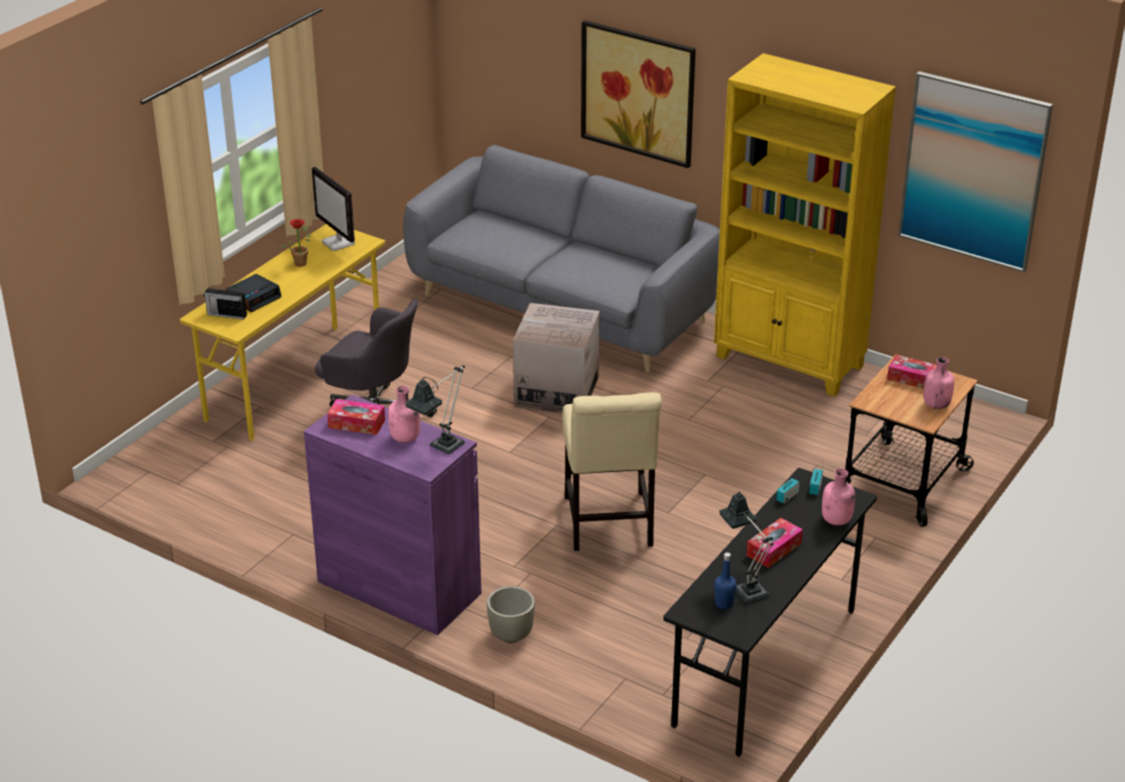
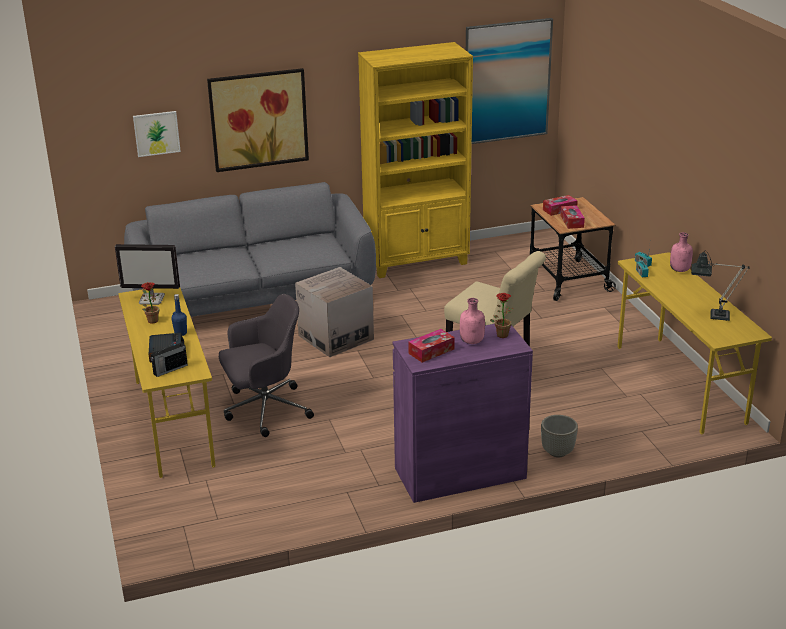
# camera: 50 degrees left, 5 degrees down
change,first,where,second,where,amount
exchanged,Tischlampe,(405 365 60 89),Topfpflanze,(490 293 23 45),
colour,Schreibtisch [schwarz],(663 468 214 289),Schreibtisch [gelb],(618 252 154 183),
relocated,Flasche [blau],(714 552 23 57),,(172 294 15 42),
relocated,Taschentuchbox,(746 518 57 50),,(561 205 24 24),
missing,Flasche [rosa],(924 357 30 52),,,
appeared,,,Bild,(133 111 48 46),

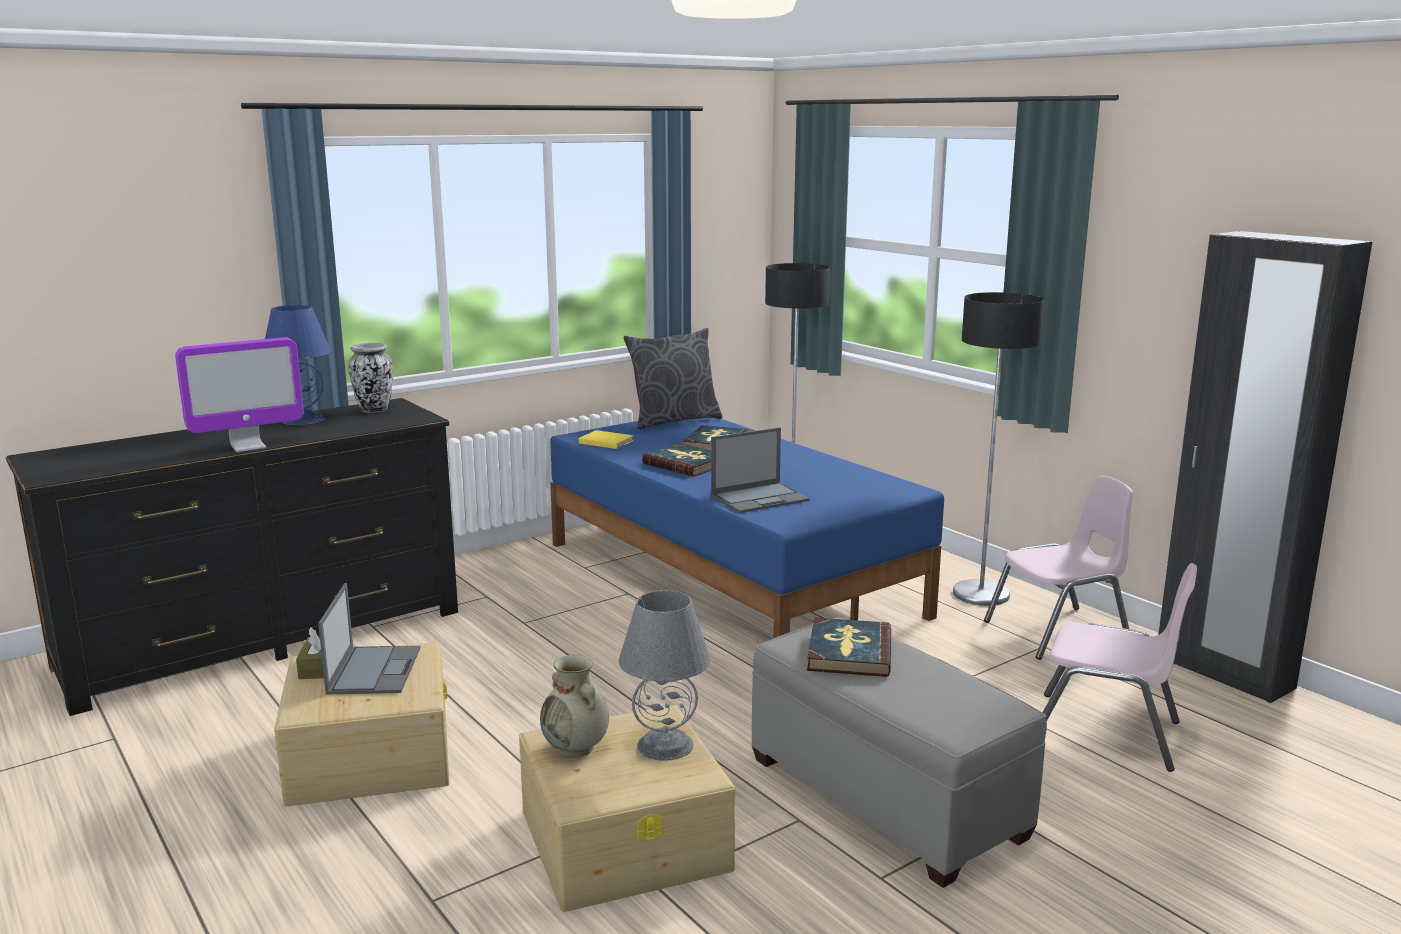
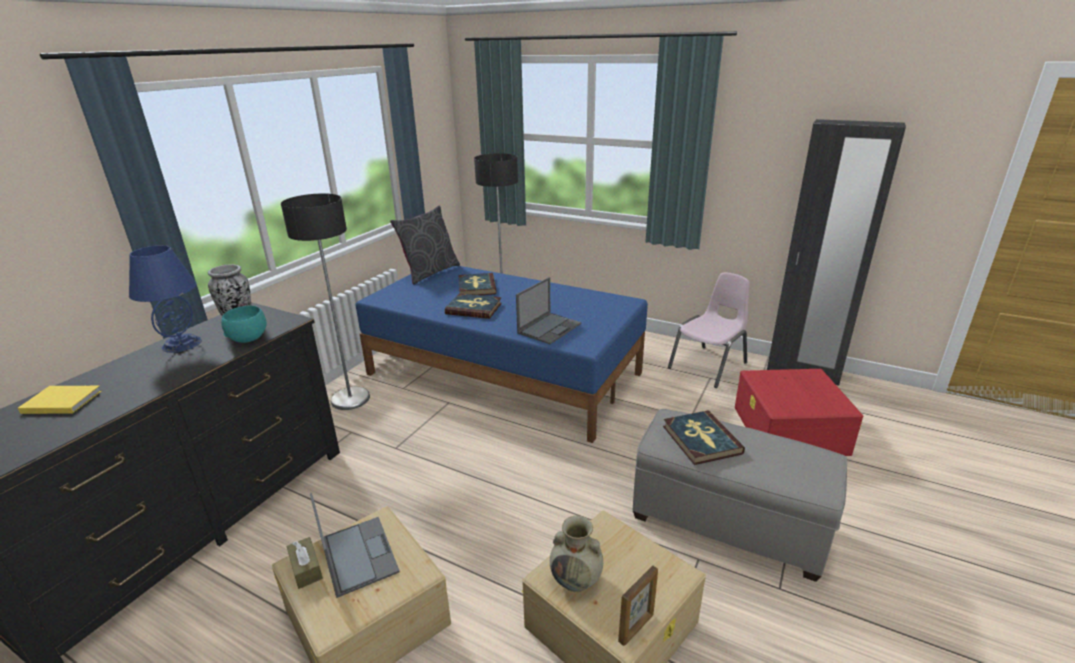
# camera: 25 degrees left, 10 degrees up
change,first,where,second,where,amount
missing,Monitor,(175 337 129 115),,,
relocated,Buch [gelb],(579 430 55 19),,(18 386 83 28),
missing,Tischlampe [grau],(619 590 92 171),,,
relocated,Stehlampe,(953 292 91 314),,(281 193 89 217),
exchanged,Stuhl [rosa],(1043 563 154 209),Aufbewahrungsbox [rot],(735 369 128 87),
appeared,,,Schüssel [türkis],(221 306 45 37),
appeared,,,Bilderrahmen,(618 566 40 80),

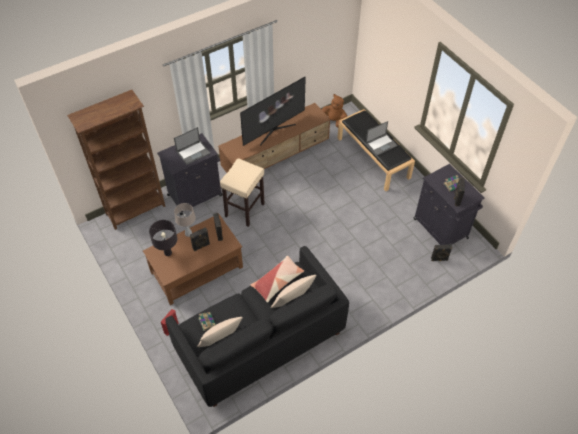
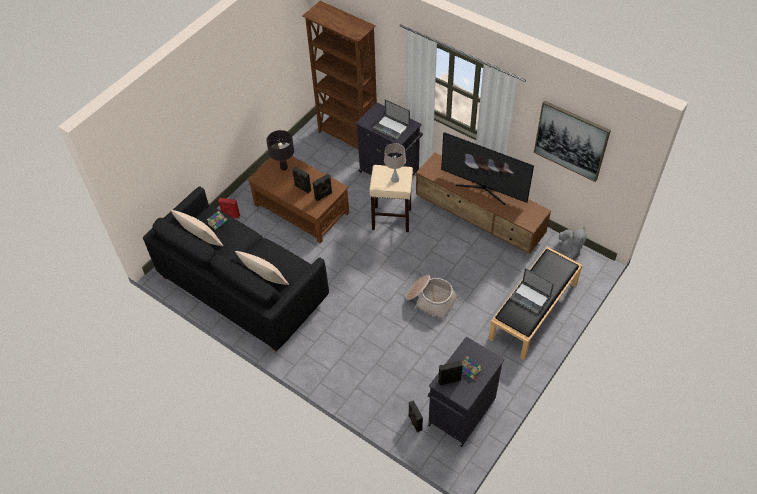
# camera: 70 degrees right, 0 degrees up
change,first,where,second,where,amount
relocated,Tischlampe [beige],(174 203 22 34),,(384 143 22 40),
missing,Kissen,(251 256 53 47),,,
colour,Plüschtier [braun],(322 94 25 33),Plüschtier [grau],(559 227 28 33),
appeared,,,Korb,(406 275 53 47),
appeared,,,Bild,(534 100 77 82),

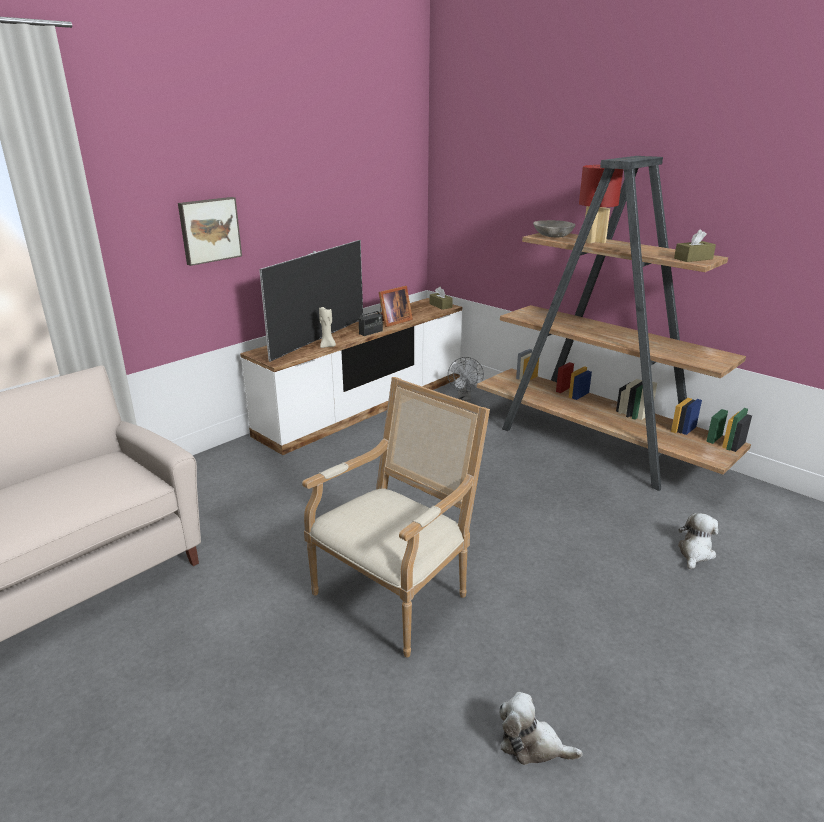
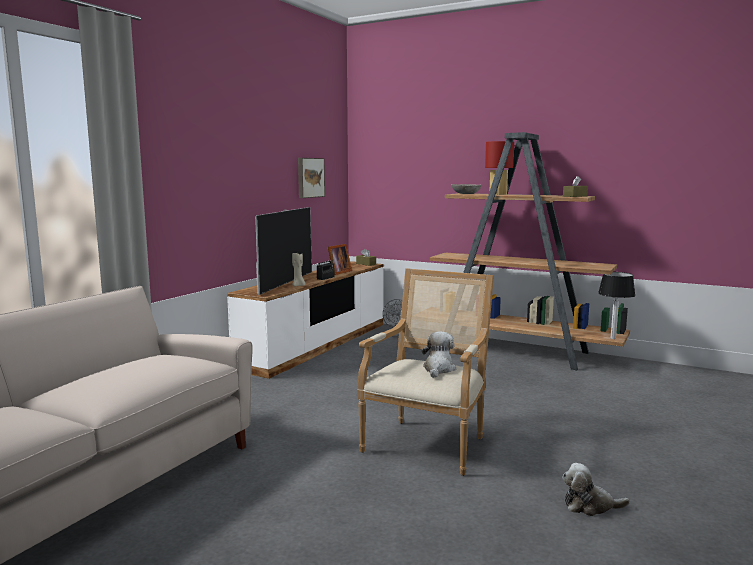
# camera: 15 degrees left, 15 degrees down
change,first,where,second,where,amount
relocated,Bild,(178 197 64 69),,(298 158 27 40),
relocated,Plüschtier,(678 513 40 56),,(422 331 34 47),
appeared,,,Tischlampe,(598 272 37 67),

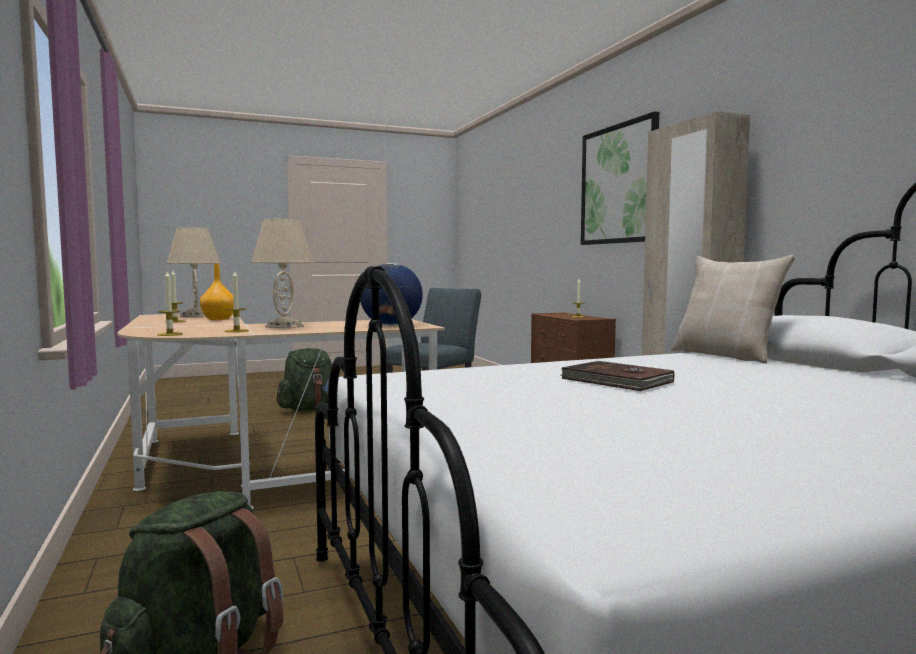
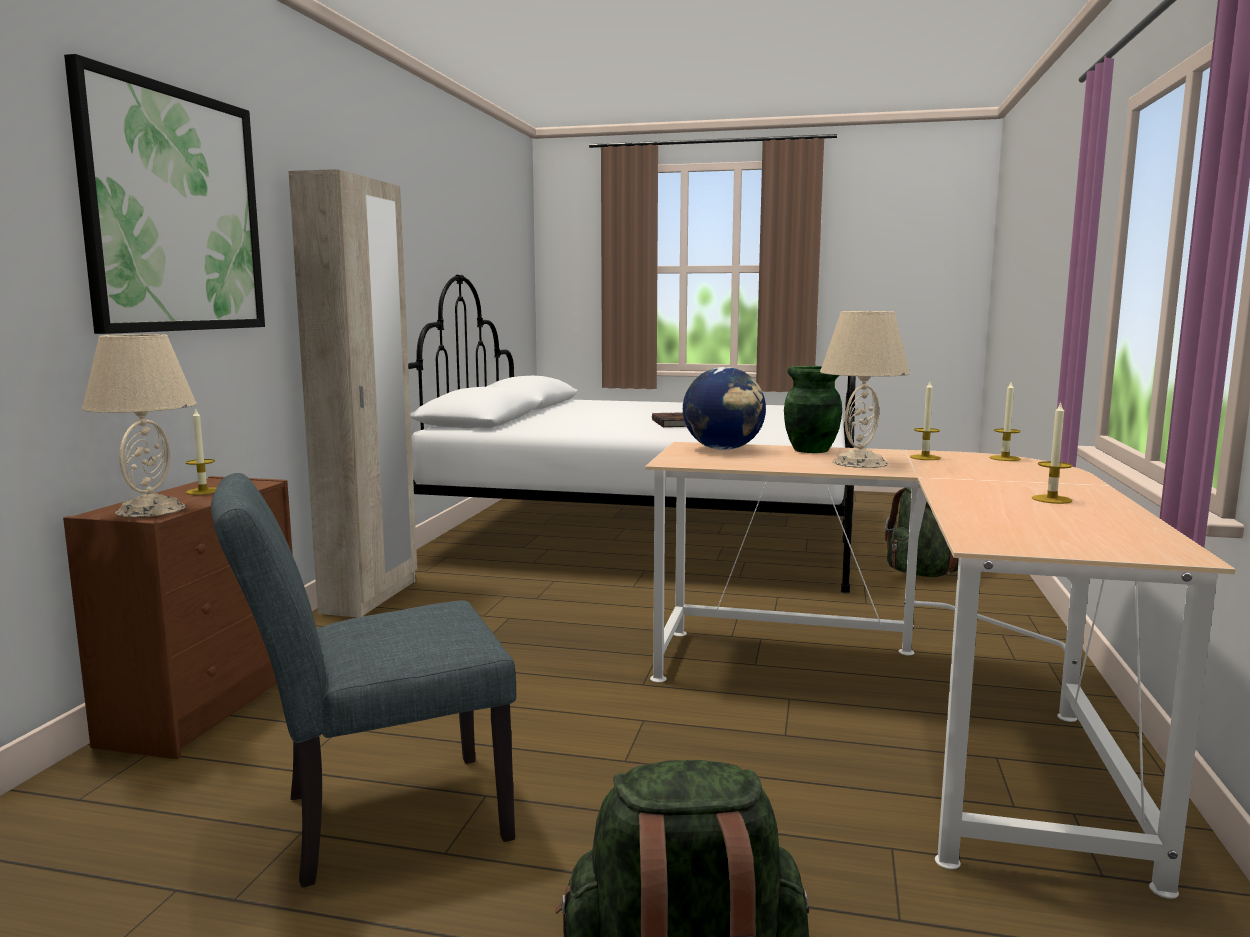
# camera: 145 degrees left, 5 degrees up
change,first,where,second,where,amount
relocated,Tischlampe [beige],(167 227 54 90),,(82 334 115 183),
missing,Vase [orange],(200 264 34 56),,,
missing,Kissen [beige],(671 255 124 109),,,
appeared,,,Vase [grün],(784 366 58 87),

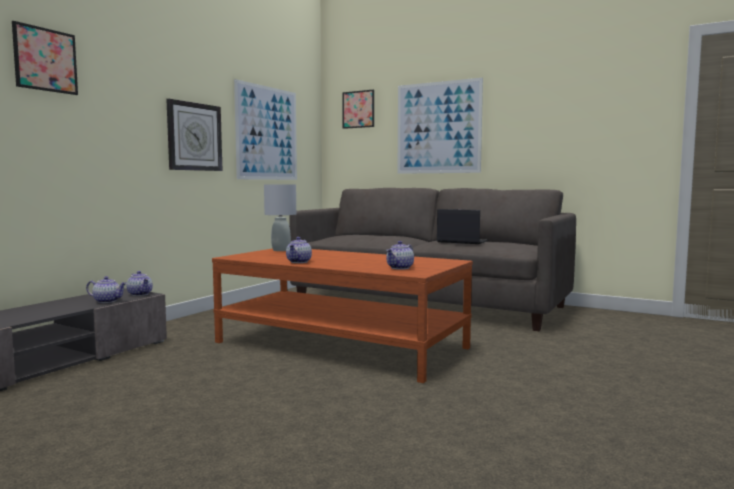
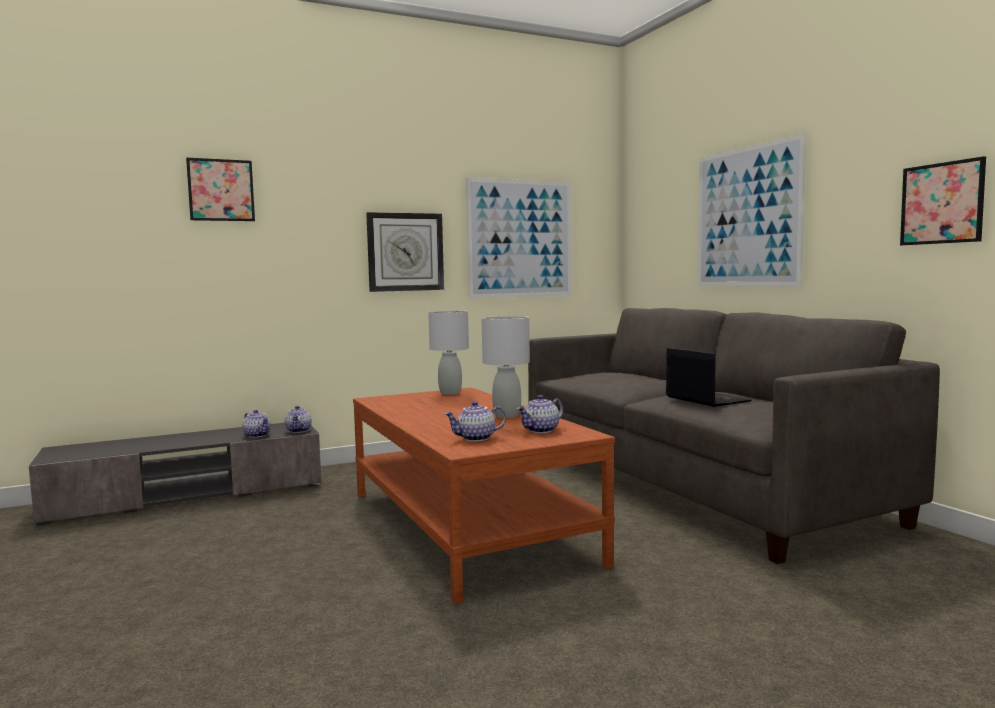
# camera: 35 degrees right, 0 degrees up
change,first,where,second,where,amount
relocated,Teekanne,(286 237 26 26),,(517 395 46 38),
relocated,Bild,(342 90 32 39),,(900 156 86 89),
appeared,,,Tischlampe [grau],(481 316 49 102),

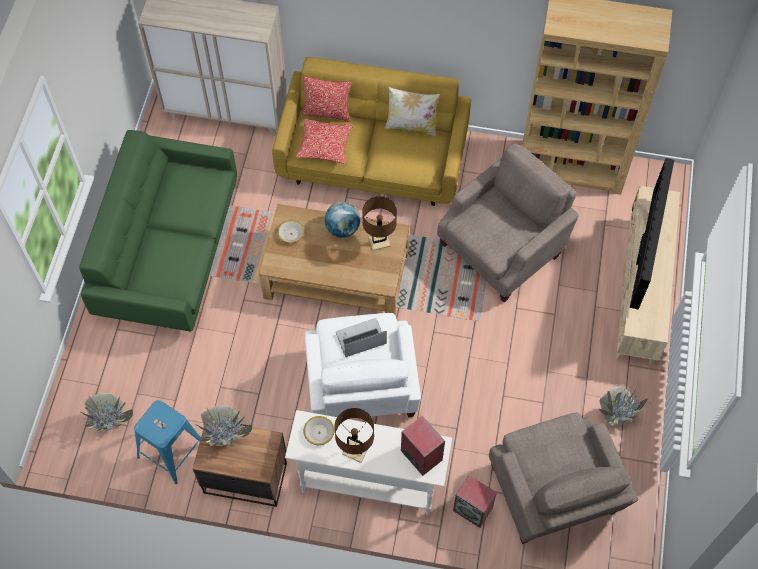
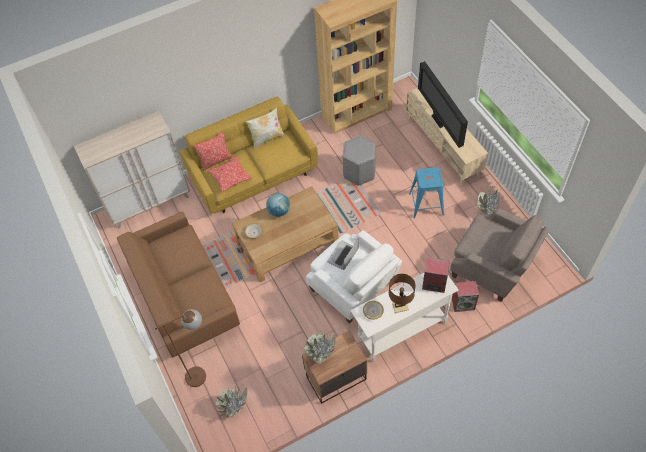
# camera: 35 degrees left, 5 degrees down
change,first,where,second,where,amount
colour,Sofa [grün],(79 130 158 202),Sofa [braun],(117 211 123 146),
relocated,Hocker [blau],(134 400 67 84),,(409 167 35 51),
missing,Tischlampe [braun],(362 196 35 55),,,
exchanged,Sessel [beige],(437 143 142 160),Hocker [grau],(343 136 33 50),
appeared,,,Stehlampe [braun],(155 309 51 78),

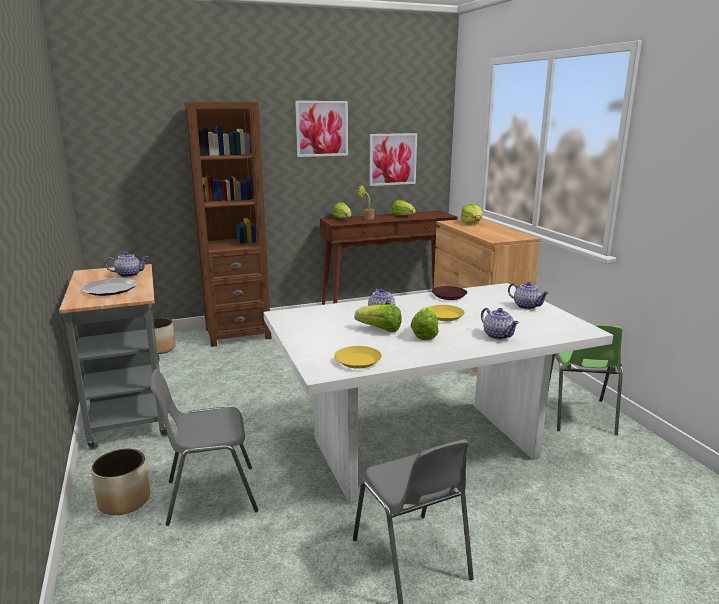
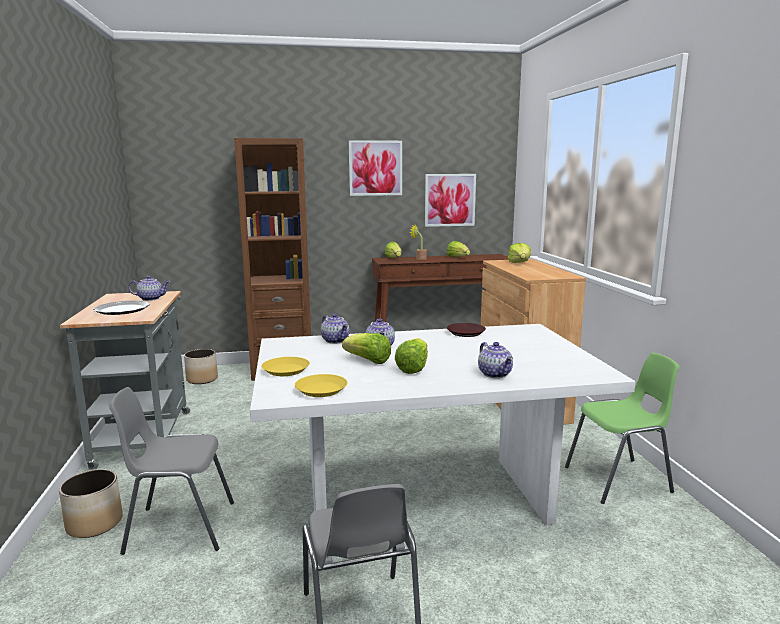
# camera: 10 degrees right, 5 degrees down
change,first,where,second,where,amount
relocated,Teller [gelb],(429 305 36 16),,(261 357 49 19),
relocated,Teekanne,(508 282 41 27),,(321 314 28 30),
spun,Stuhl [grün],(549 324 74 111),,(565 353 114 151),120 degrees counterclockwise

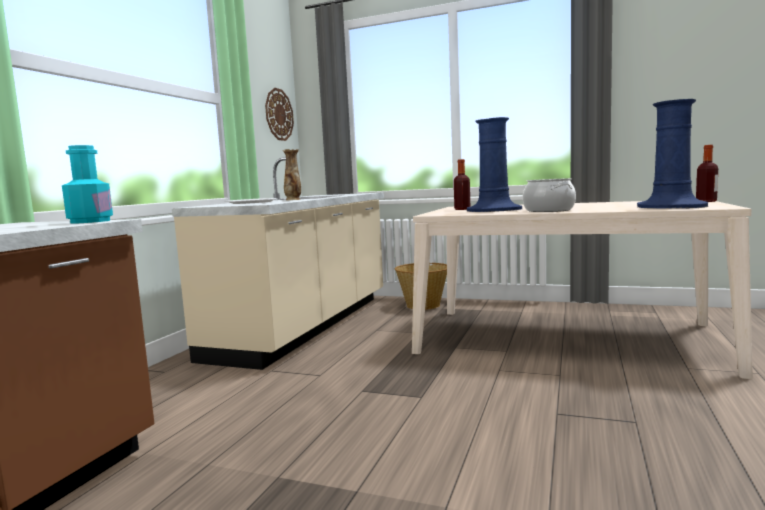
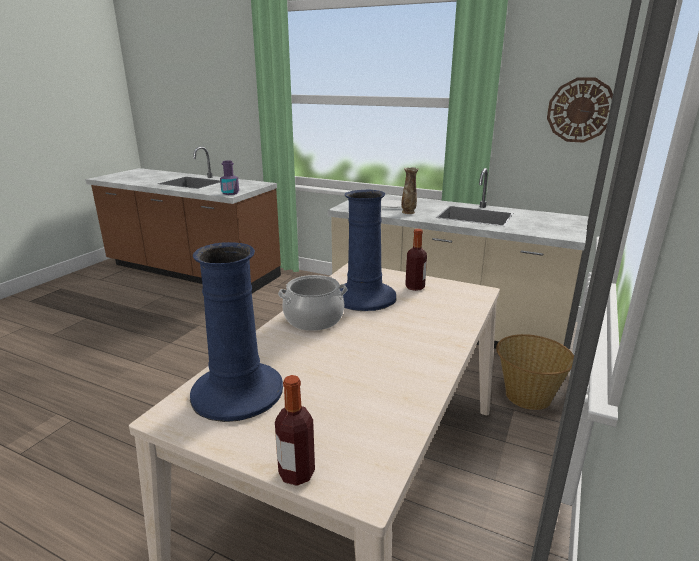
# camera: 95 degrees right, 15 degrees up
change,first,where,second,where,amount
colour,Flasche [türkis],(62 145 51 79),Flasche [lila],(220 160 19 35),

